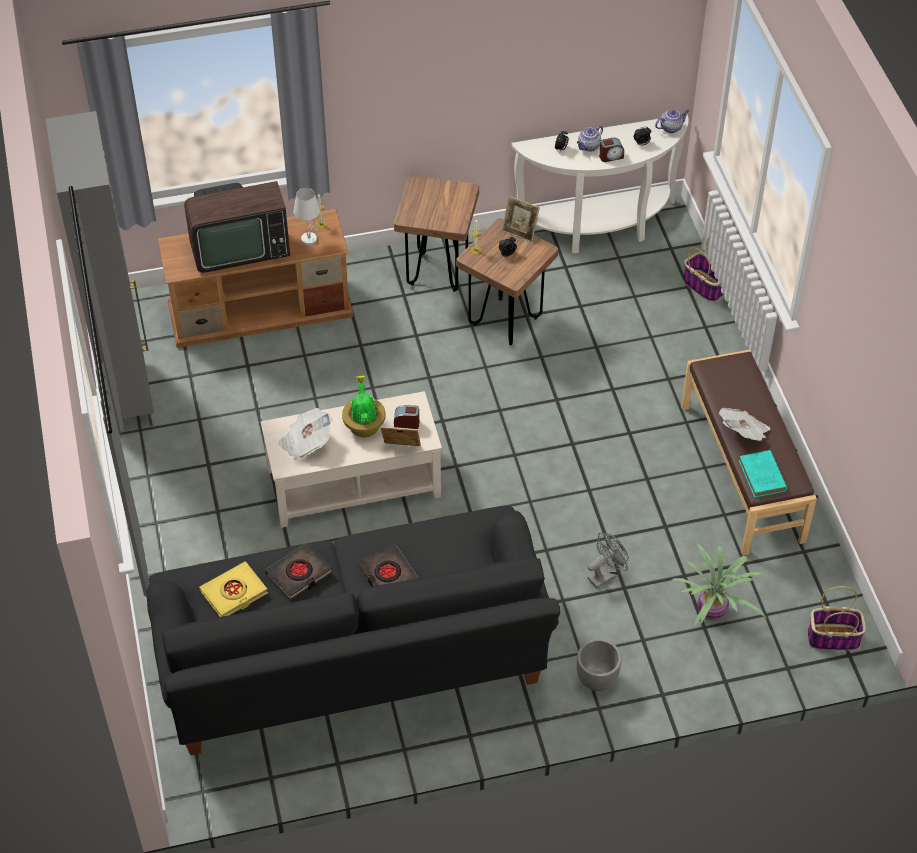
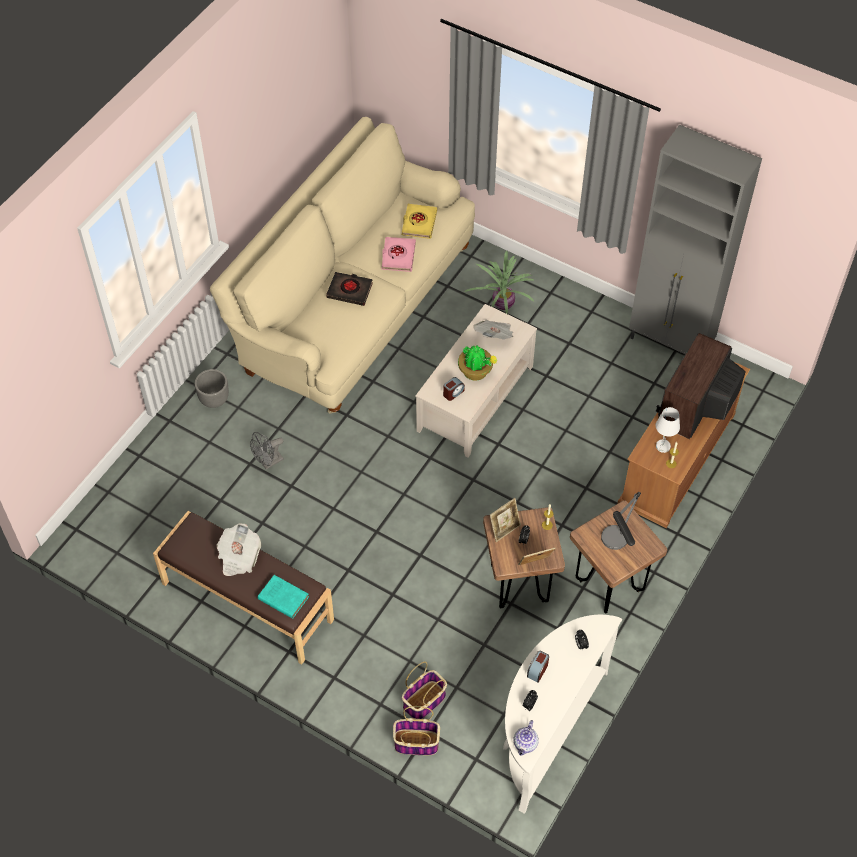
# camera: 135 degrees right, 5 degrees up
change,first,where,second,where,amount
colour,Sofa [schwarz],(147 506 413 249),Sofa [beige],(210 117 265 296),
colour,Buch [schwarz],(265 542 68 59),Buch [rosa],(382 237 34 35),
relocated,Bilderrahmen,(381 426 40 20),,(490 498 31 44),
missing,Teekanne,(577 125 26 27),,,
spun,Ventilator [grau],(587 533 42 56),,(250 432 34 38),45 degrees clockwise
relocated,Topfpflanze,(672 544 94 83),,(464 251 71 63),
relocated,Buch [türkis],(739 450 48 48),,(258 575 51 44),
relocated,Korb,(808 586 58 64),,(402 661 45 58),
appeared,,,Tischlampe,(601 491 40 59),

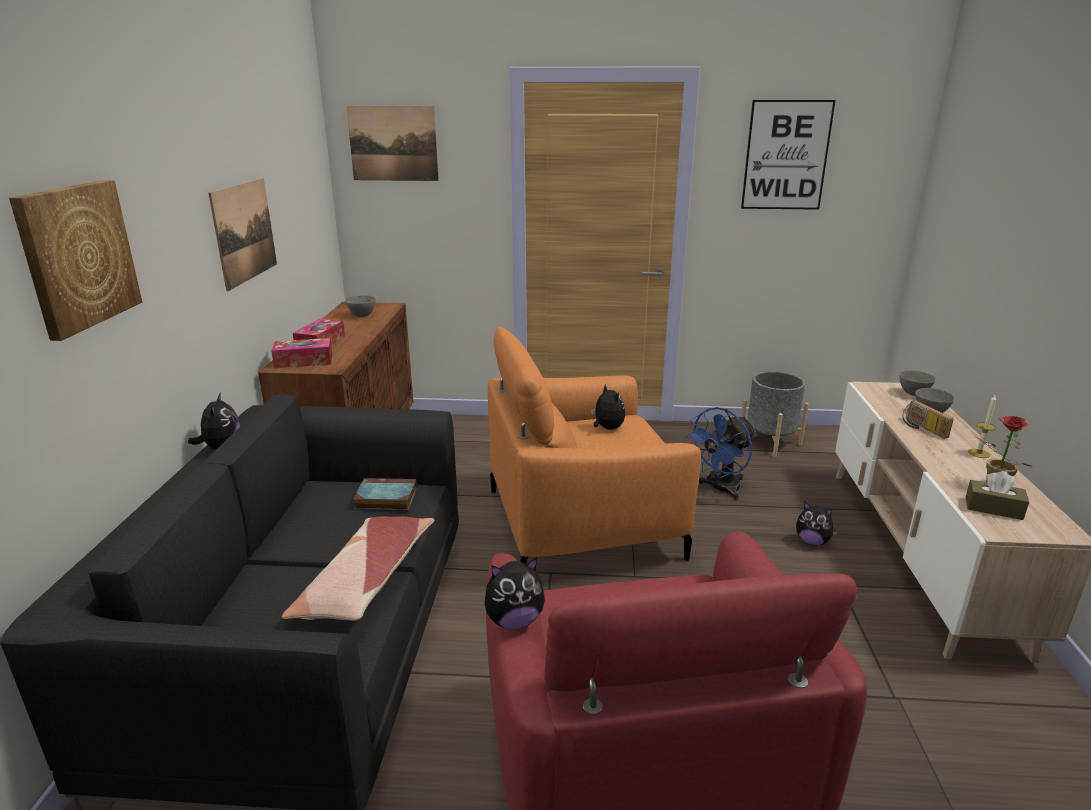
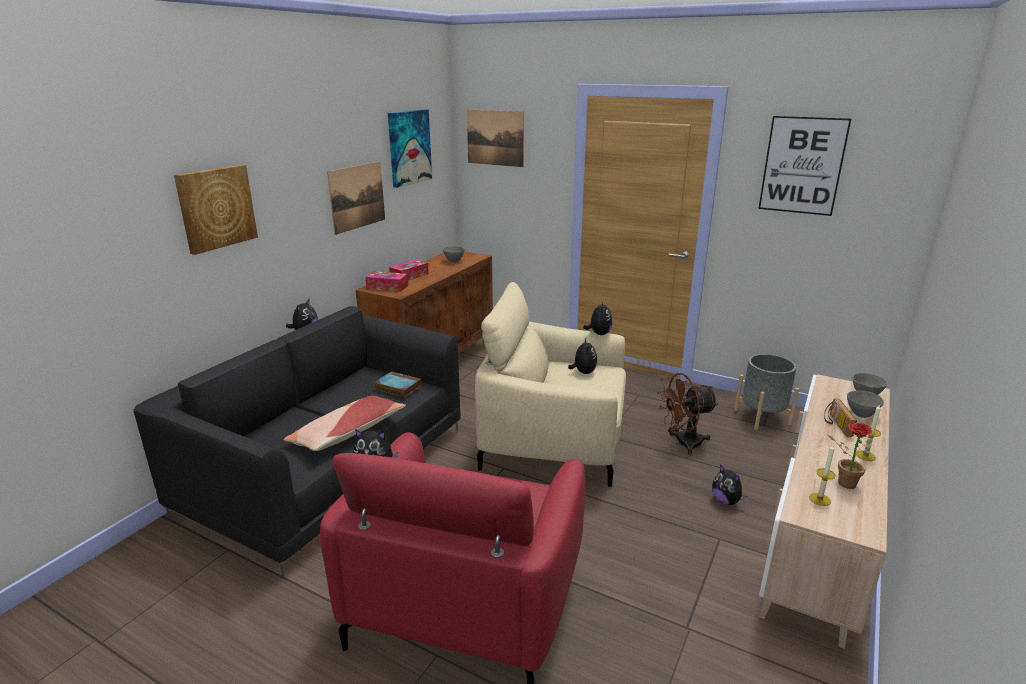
# camera: 25 degrees right, 0 degrees up
change,first,where,second,where,amount
colour,Sessel [orange],(488 327 213 237),Sessel [beige],(475 282 151 205),
colour,Ventilator [blau],(685 407 72 94),Ventilator [braun],(657 373 61 82),
exchanged,Taschentuchbox [braun],(966 471 63 49),Kerze,(809 445 27 61),
appeared,,,Bild,(388 109 44 79),
appeared,,,Plüschtier,(583 300 30 35),

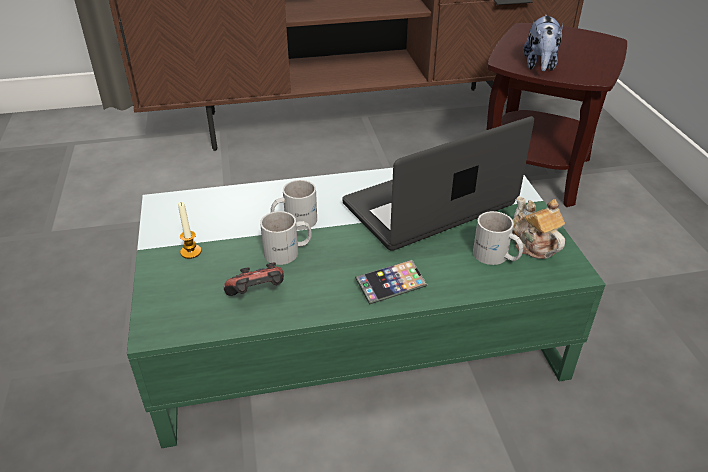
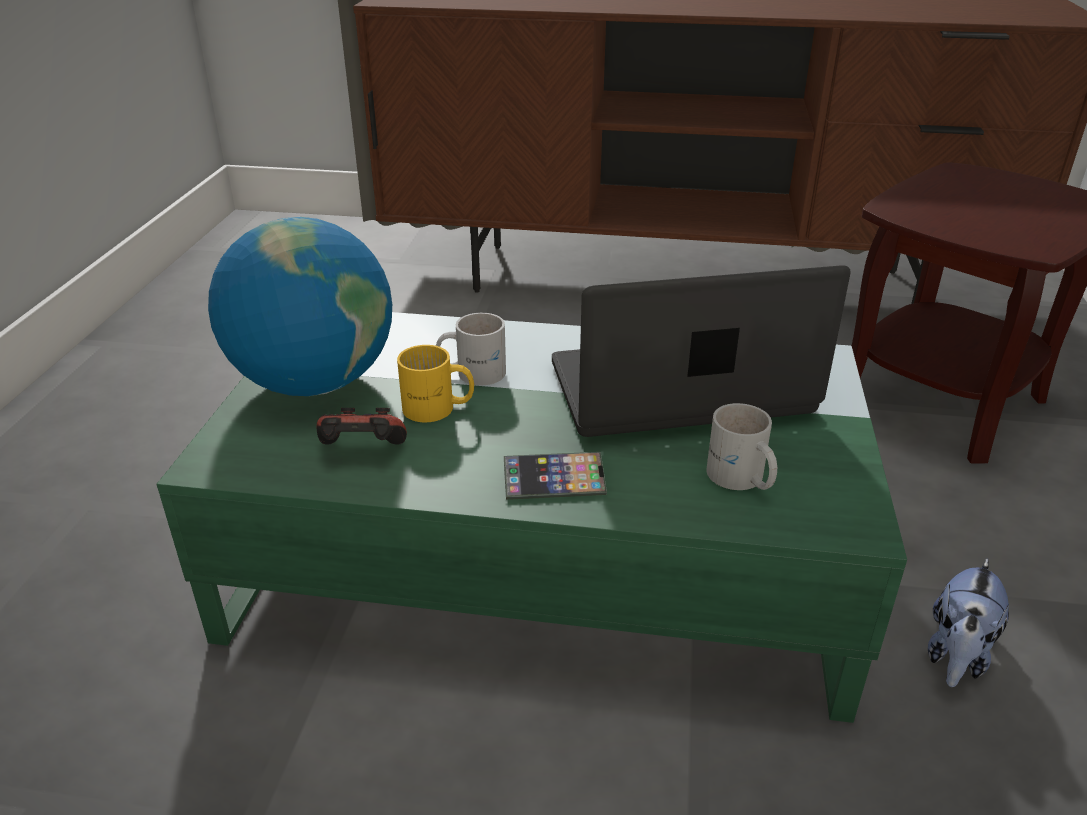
# camera: 20 degrees right, 5 degrees down
change,first,where,second,where,amount
exchanged,Kerze,(178 202 24 57),Globus,(208 217 184 179),
colour,Henkelbecher [weiß],(260 211 52 54),Henkelbecher [gelb],(397 345 77 77),
missing,Teekanne,(512 196 53 63),,,
relocated,Plüschtier,(523 15 40 56),,(928 558 81 129),

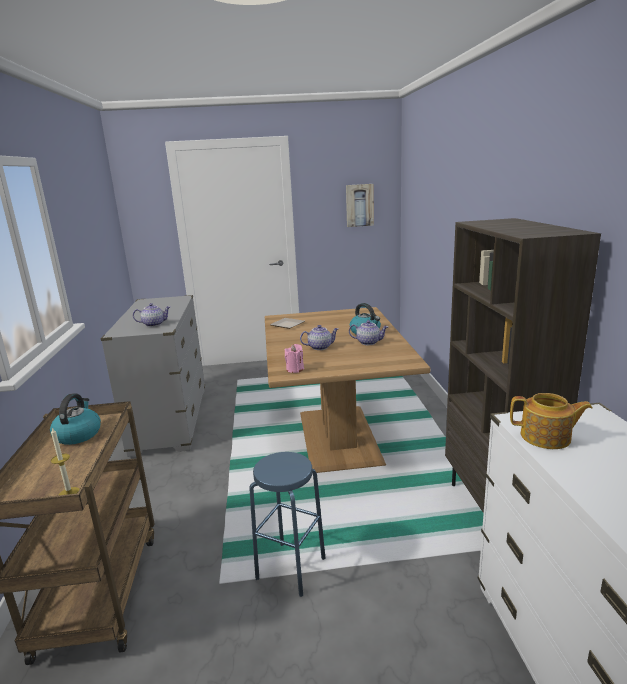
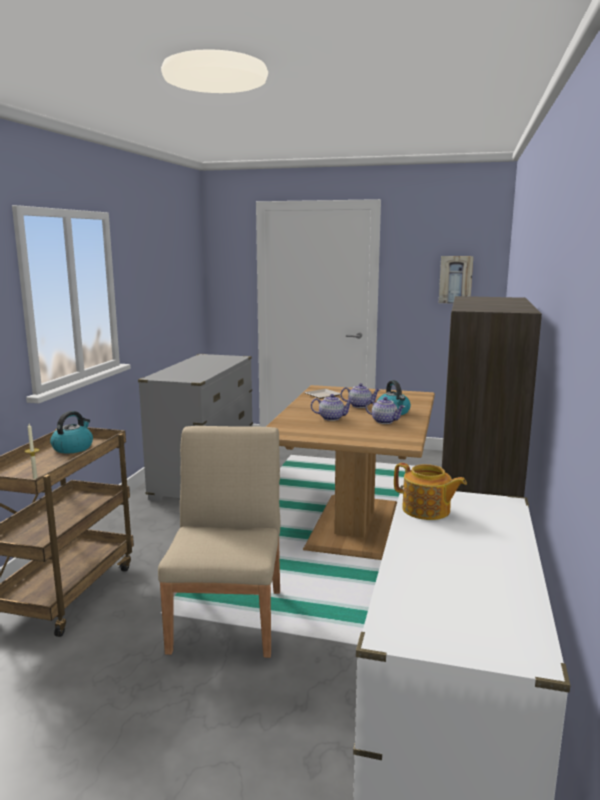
# camera: 20 degrees right, 5 degrees down
change,first,where,second,where,amount
relocated,Teekanne,(133 303 37 24),,(341 383 39 25),
exchanged,Hocker [blau],(249 452 77 145),Stuhl [beige],(158 426 122 232),
missing,Kerze [rosa],(285 344 19 29),,,

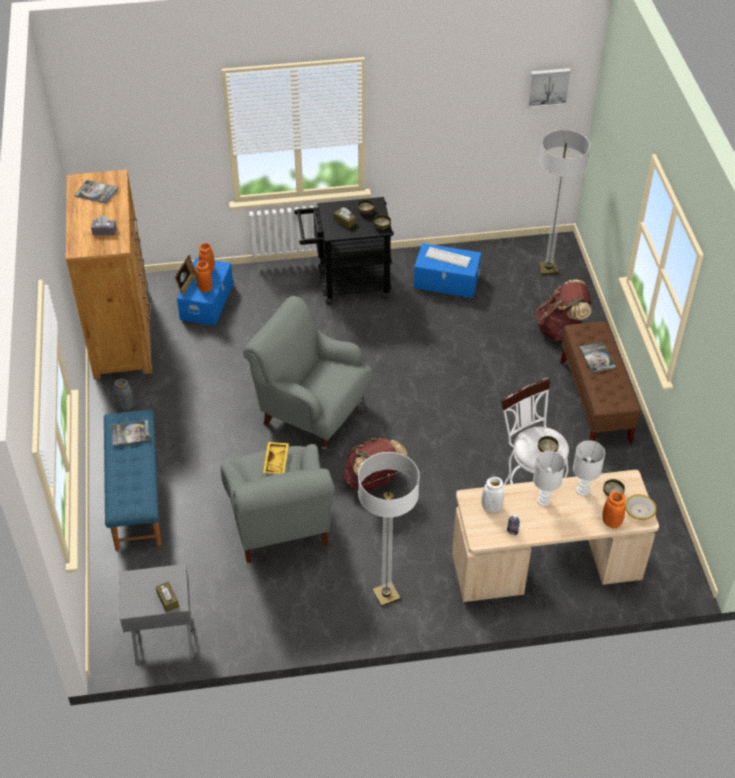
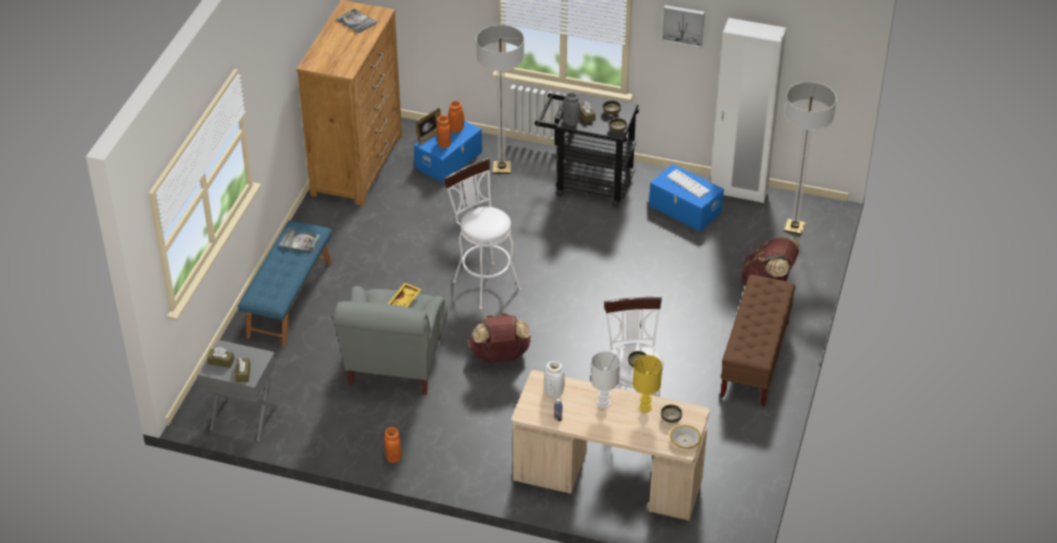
# camera: 25 degrees right, 5 degrees down
change,first,where,second,where,amount
missing,Taschentuchbox [grau],(91 216 26 19),,,
relocated,Vase [grau],(114 379 20 31),,(563 93 17 33),
exchanged,Sessel [grau],(243 296 130 153),Hocker [weiß],(444 158 77 152),
relocated,Stehlampe,(358 452 62 155),,(476 25 48 149),
relocated,Bild,(527 68 44 40),,(662 5 43 43),
colour,Tischlampe [weiß],(573 440 32 56),Tischlampe [gelb],(633 355 29 57),
missing,Buch,(579 342 37 31),,,
relocated,Vase [orange],(603 491 23 37),,(384 427 17 36),
appeared,,,Taschentuchbox [braun],(207 347 27 21),
appeared,,,Kleiderschrank [weiß],(710 18 76 185),

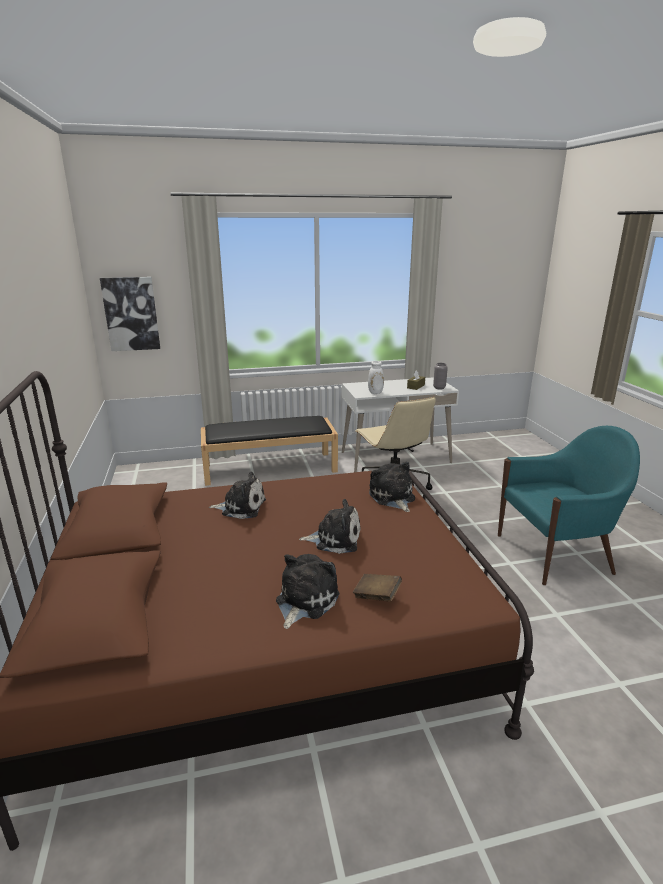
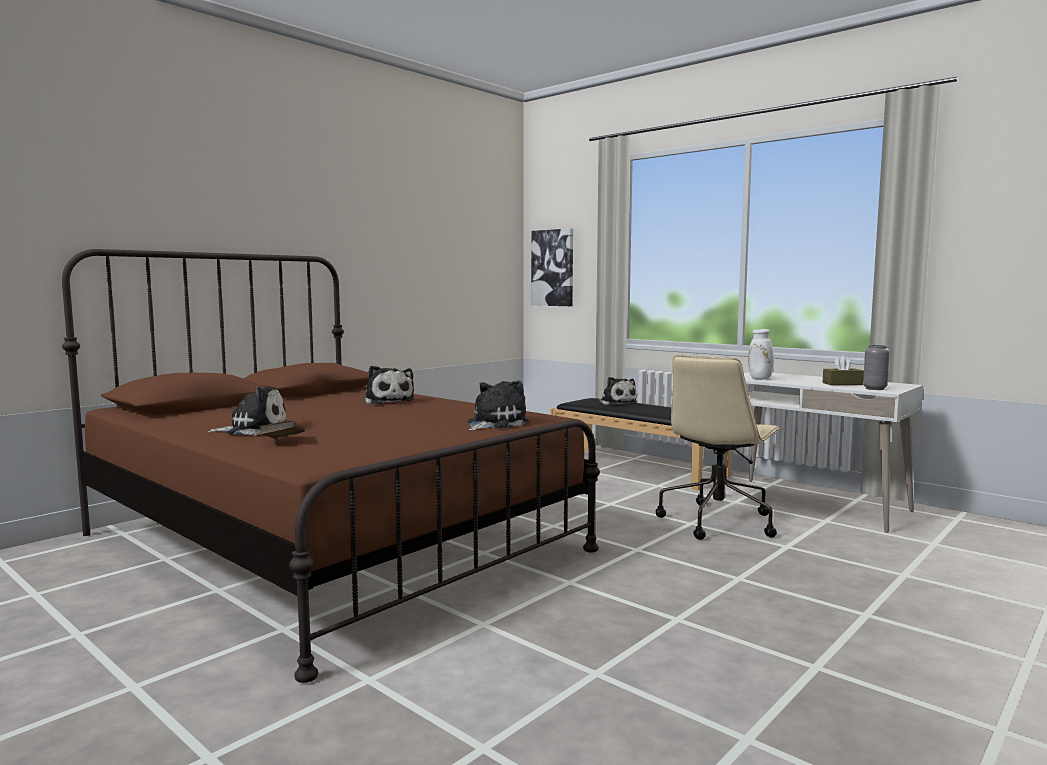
# camera: 55 degrees right, 15 degrees down
change,first,where,second,where,amount
relocated,Plüschtier,(299 499 62 55),,(598 377 40 28),
missing,Sessel [türkis],(498 426 142 159),,,

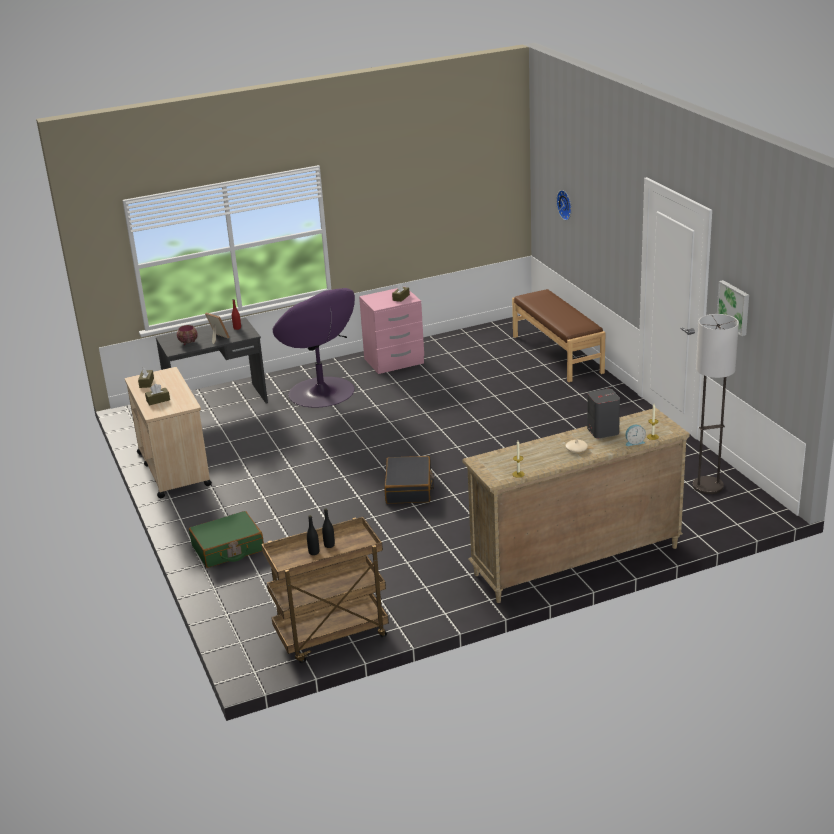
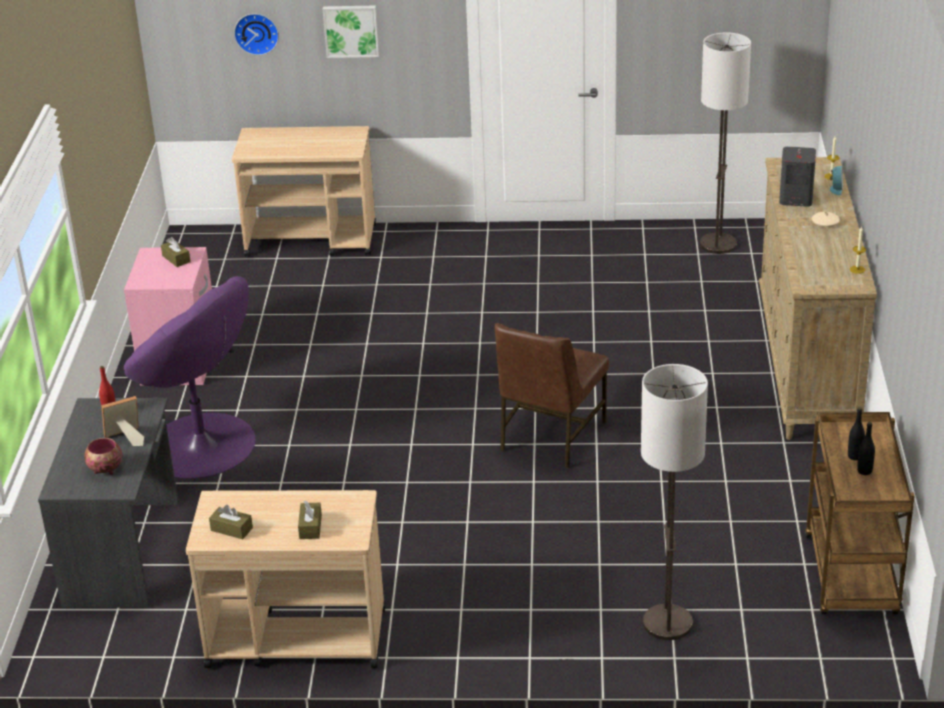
# camera: 65 degrees left, 5 degrees up
change,first,where,second,where,amount
missing,Koffer [grün],(189 511 75 57),,,
spun,Sessel [lila],(273 288 82 119),,(124 276 132 203),45 degrees clockwise
exchanged,Koffer [schwarz],(384 456 50 48),Stuhl [braun],(495 323 114 146),
exchanged,Bank [braun],(512 289 93 93),Rollwagen [beige],(232 126 144 130),
relocated,Bild,(717 280 32 56),,(323 6 56 52),
appeared,,,Stehlampe,(641 364 67 276),

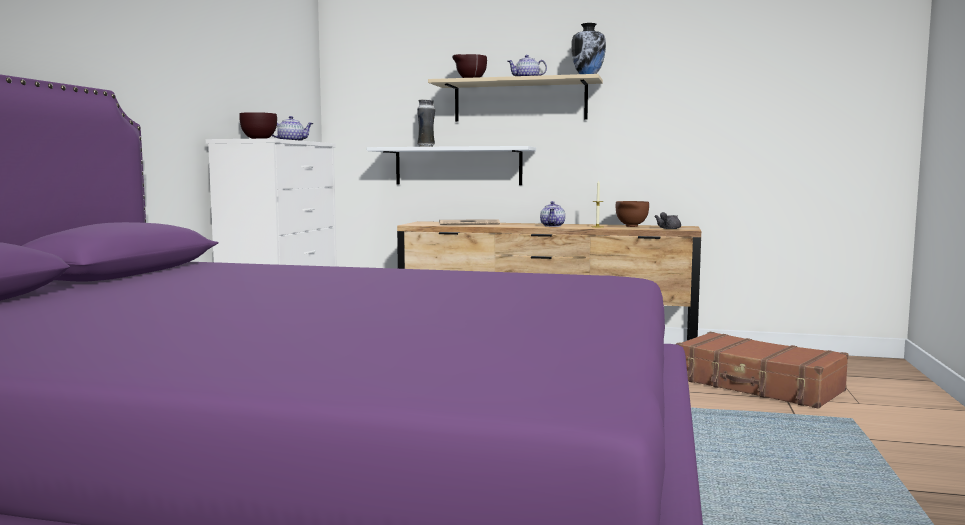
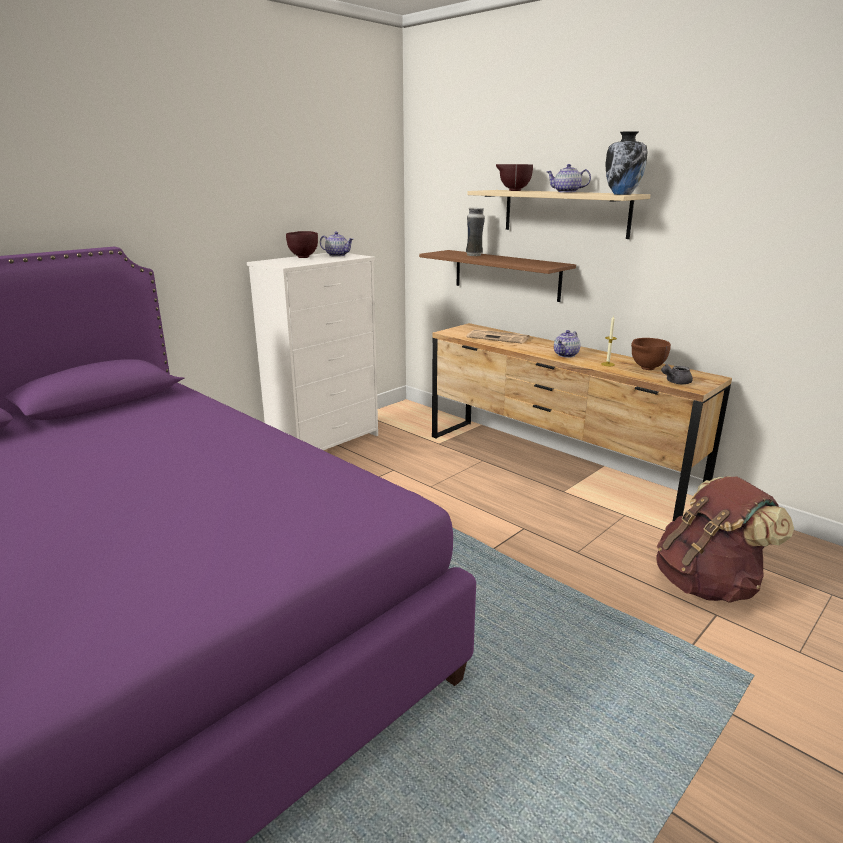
# camera: 30 degrees right, 15 degrees up
change,first,where,second,where,amount
colour,Wandregal [weiß],(367 146 169 39),Wandregal [braun],(419 250 157 52),
exchanged,Koffer [braun],(676 332 173 77),Rucksack [braun],(656 476 138 127),

